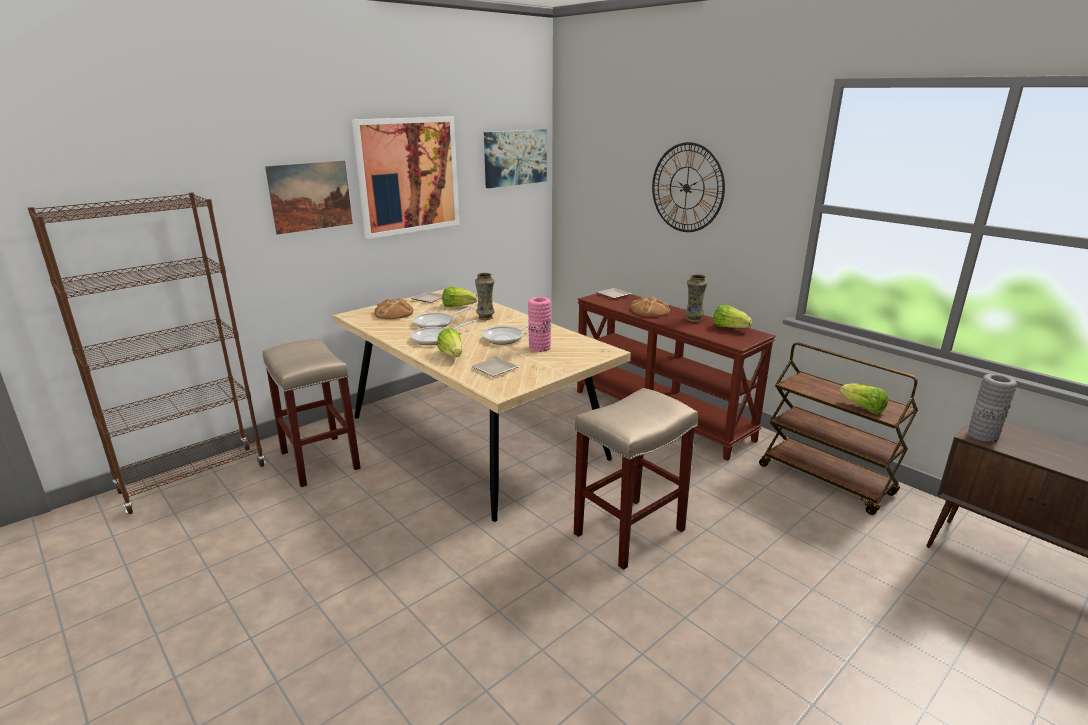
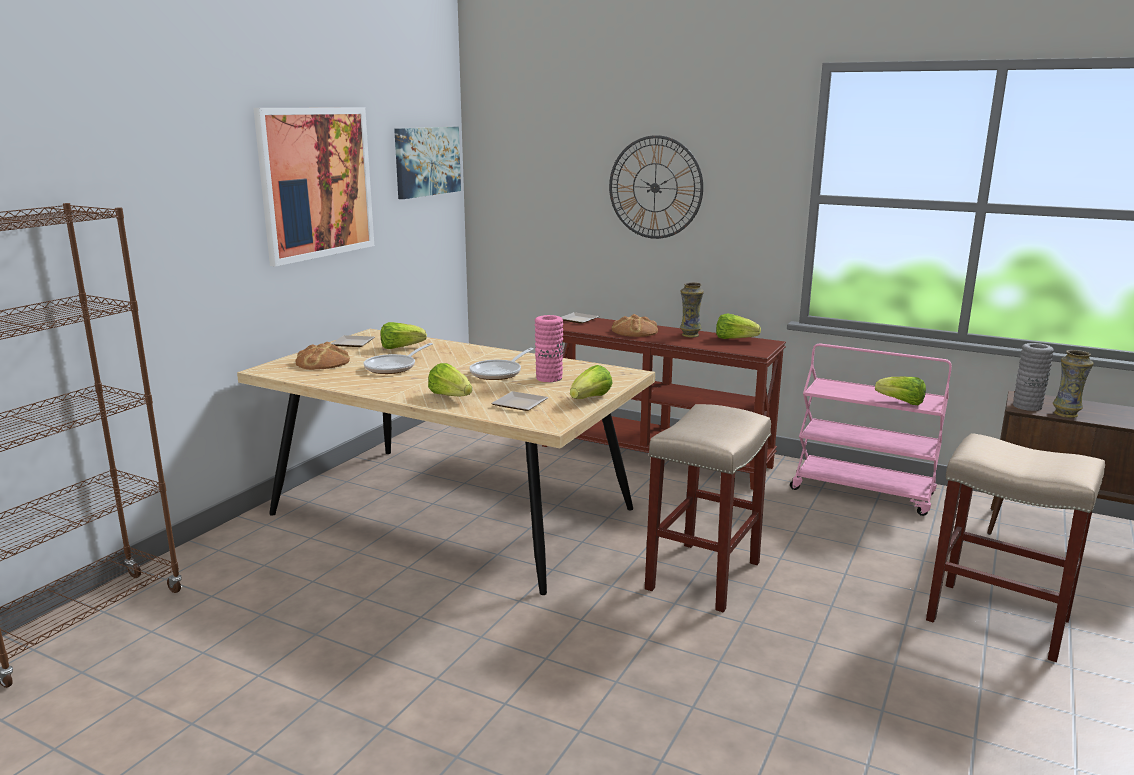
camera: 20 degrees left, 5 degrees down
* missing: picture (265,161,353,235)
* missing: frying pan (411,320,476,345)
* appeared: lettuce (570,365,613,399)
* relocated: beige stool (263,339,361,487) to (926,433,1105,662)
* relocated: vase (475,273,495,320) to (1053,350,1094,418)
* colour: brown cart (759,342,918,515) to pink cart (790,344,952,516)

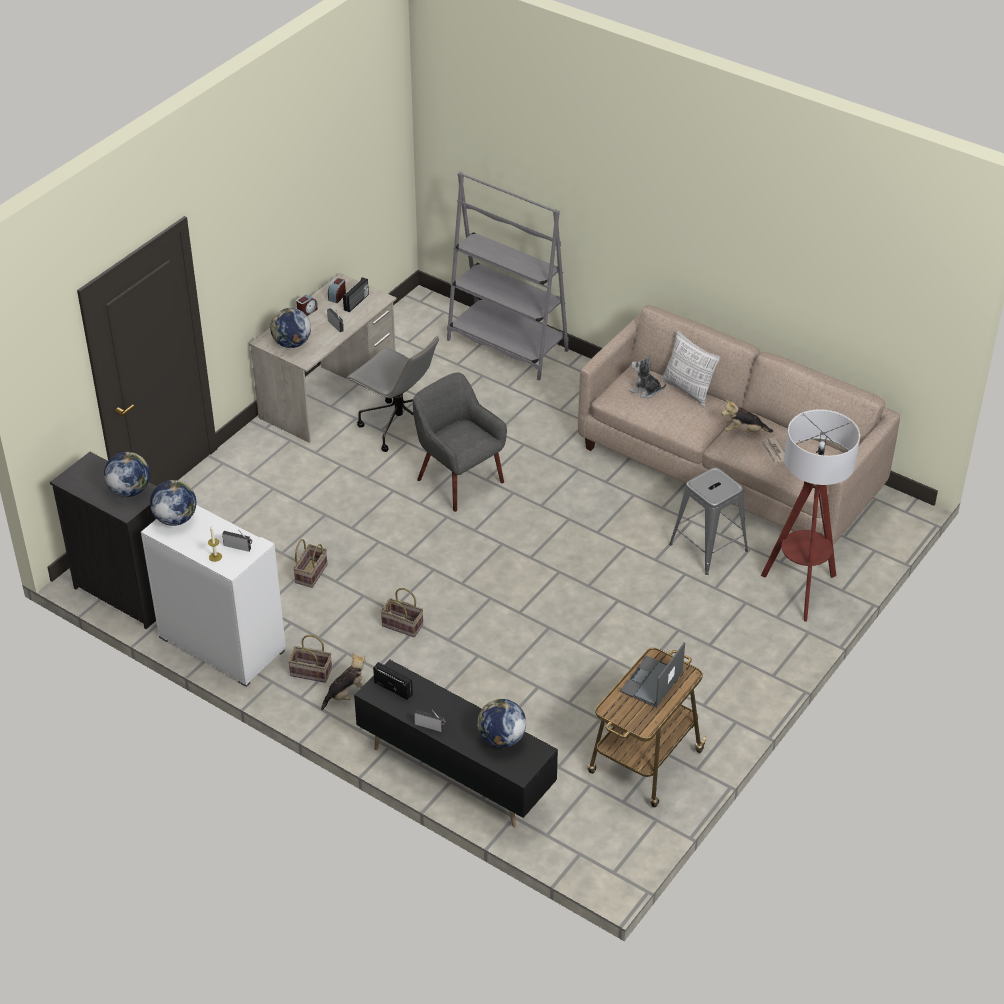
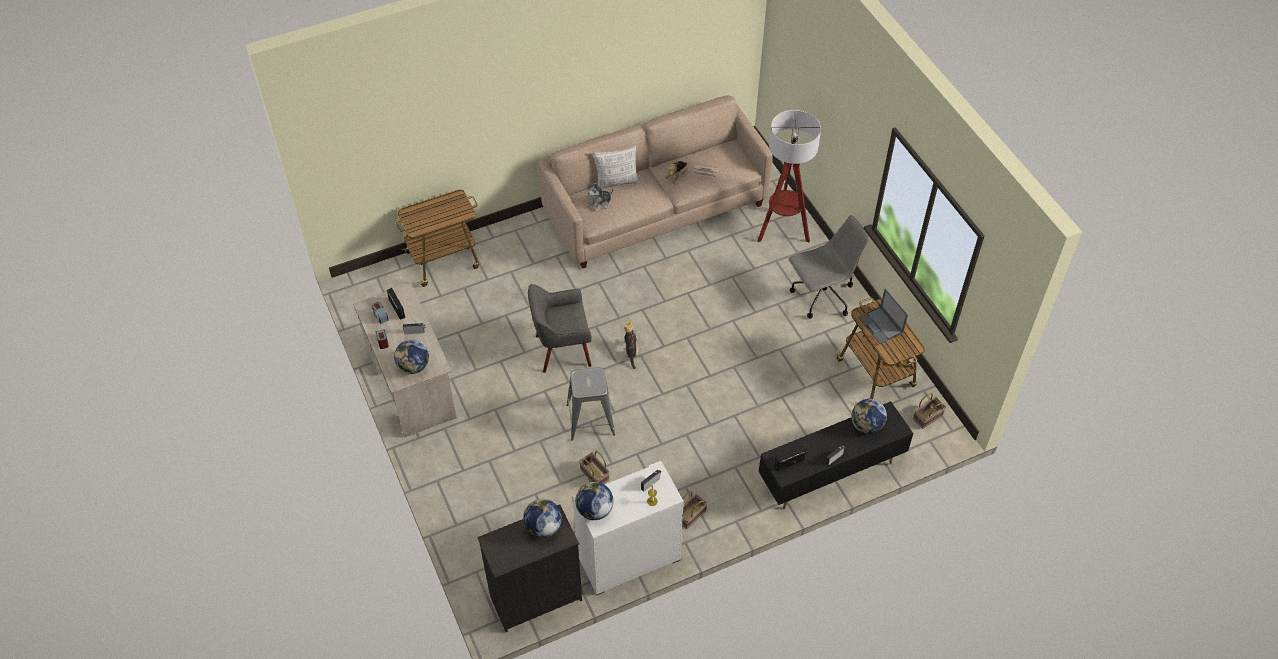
camera: 60 degrees left, 10 degrees up
* relocated: plush toy (321,653,366,710) to (624,320,642,369)
* relocated: grey office chair (346,336,439,452) to (788,215,869,319)
* relocated: basket (380,588,423,637) to (913,393,946,429)
* relocated: grey stool (669,467,748,575) to (567,367,615,441)
* exchanged: grey bookcase (447,171,569,381) to cart (395,189,479,287)

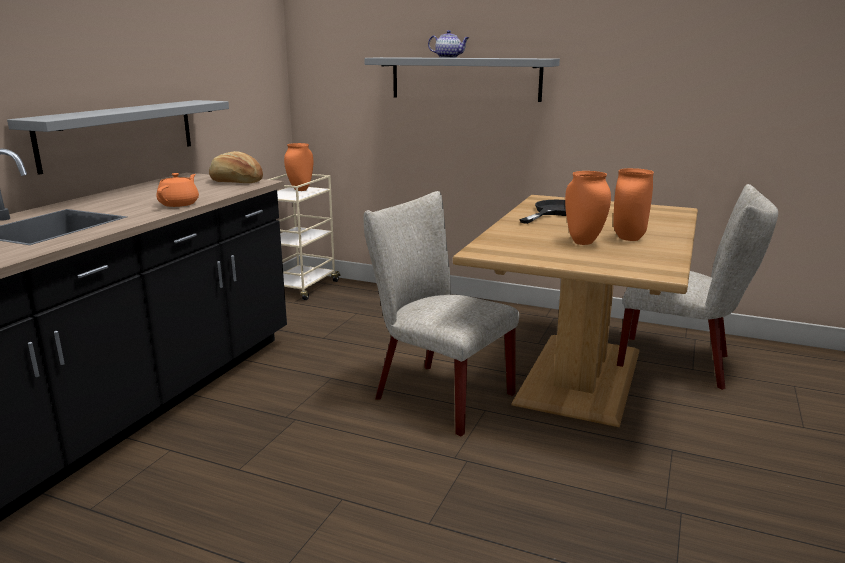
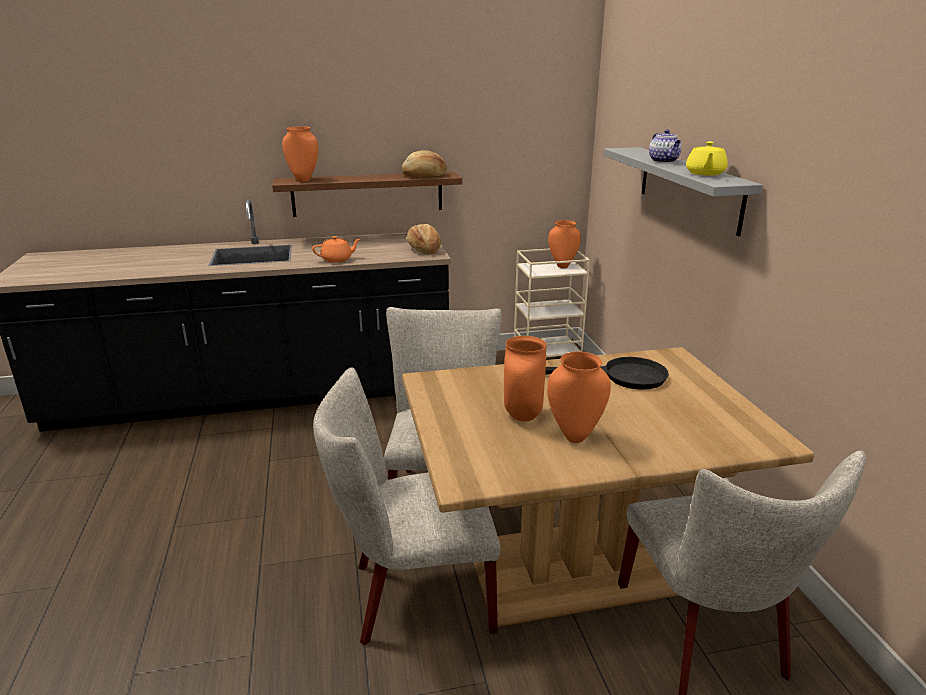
camera: 55 degrees right, 5 degrees up
* appeared: orange vase (282,126,318,182)
* appeared: beige chair (313,367,500,645)
* appeared: bread (402,150,447,177)
* appeared: yellow teapot (686,142,728,176)
* colour: grey shelf (7,100,229,175) to brown shelf (272,172,462,217)

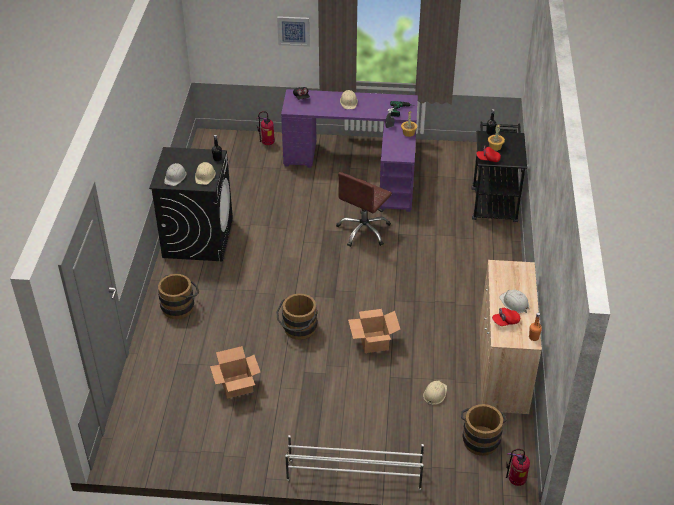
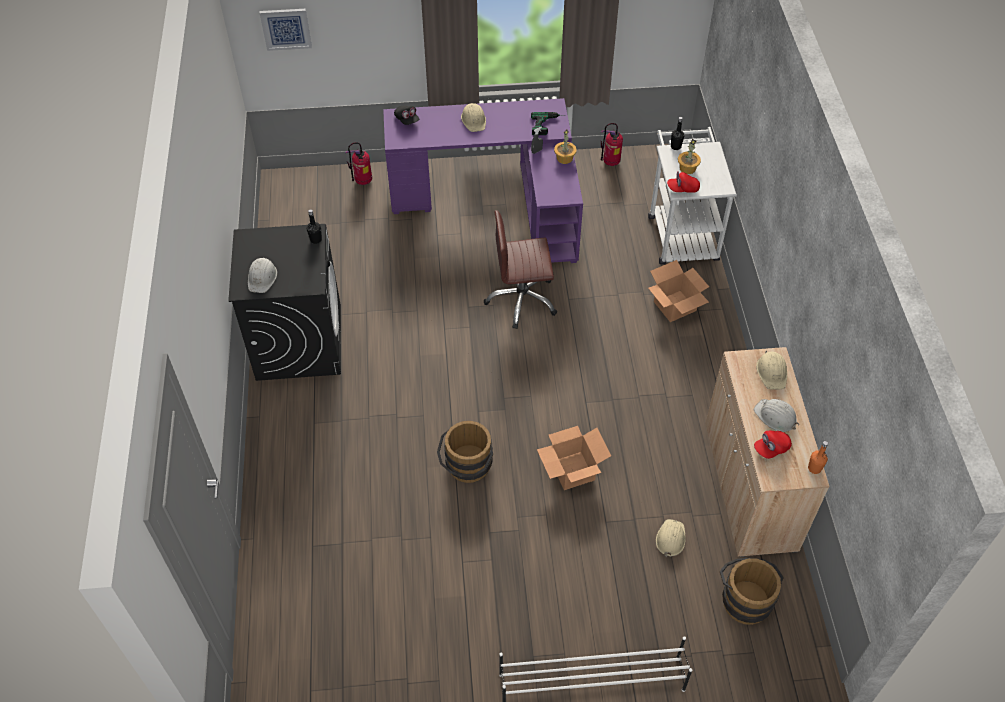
camera: 10 degrees left, 10 degrees up
* missing: brown bucket (158,274,199,319)
* relocated: beige hard hat (195,162,216,185) to (756,350,787,390)
* relocated: cardboard box (210,346,260,399) to (648,260,709,322)
* relocated: picture (277,16,310,47) to (260,9,312,51)
* relocated: fire extinguisher (506,449,530,486) to (600,123,623,166)
* colour: black cart (471,122,527,222) to white cart (648,127,737,264)
* spun: brown office chair (336,172,392,247) = (484,210,557,329) 60 degrees clockwise

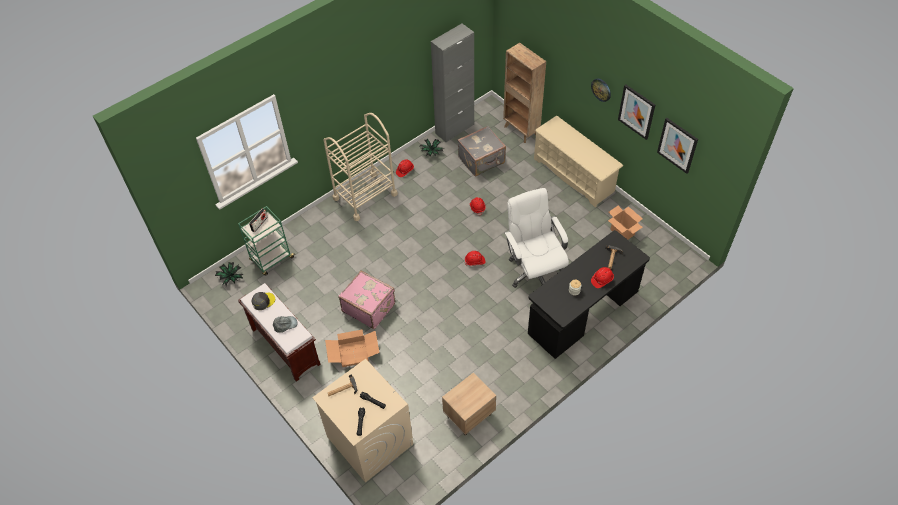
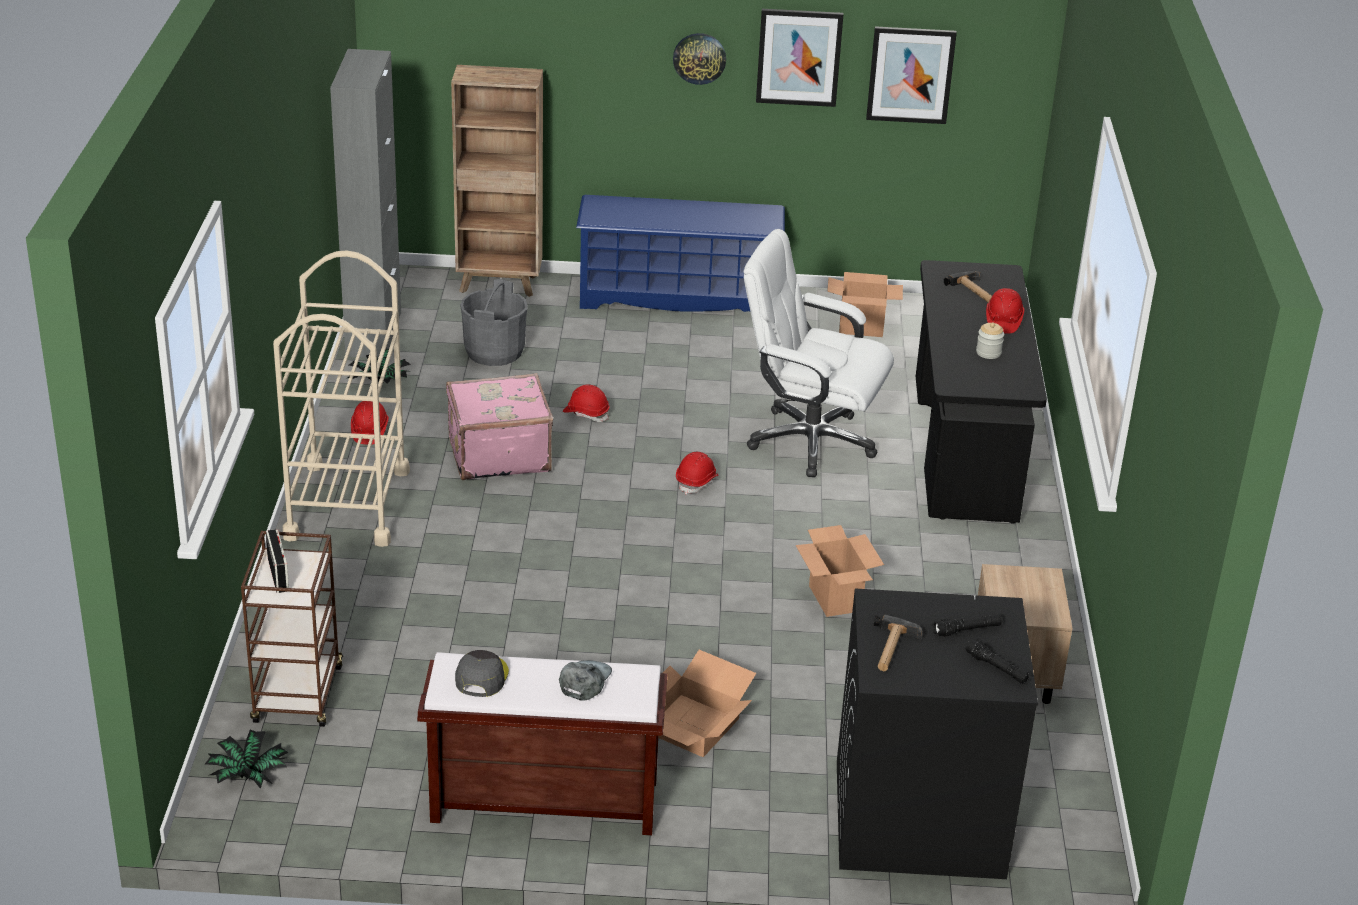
camera: 50 degrees left, 20 degrees down
* appeared: cardboard box (796,525,884,617)
* relocated: pink suitcase (338,270,395,329) to (446,373,553,480)
* exchanged: grey suitcase (457,126,506,177) to grey bucket (460,279,528,366)
* colour: green cart (238,206,294,276) to brown cart (241,531,343,727)
* colour: beige washing machine (312,359,413,483) to black washing machine (837,588,1038,879)
* colour: beige shoe rack (534,116,623,207) to blue shoe rack (576,195,785,312)

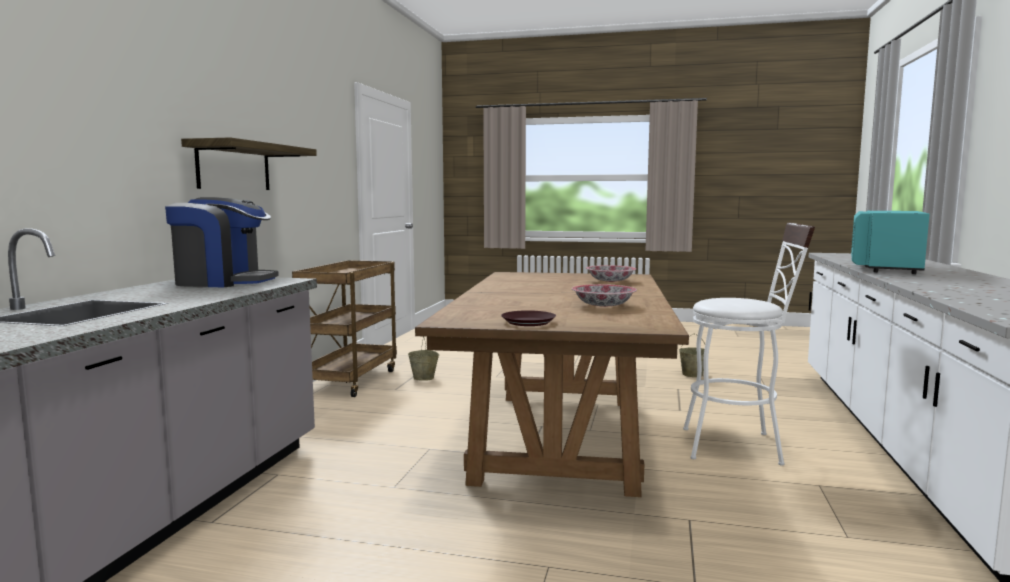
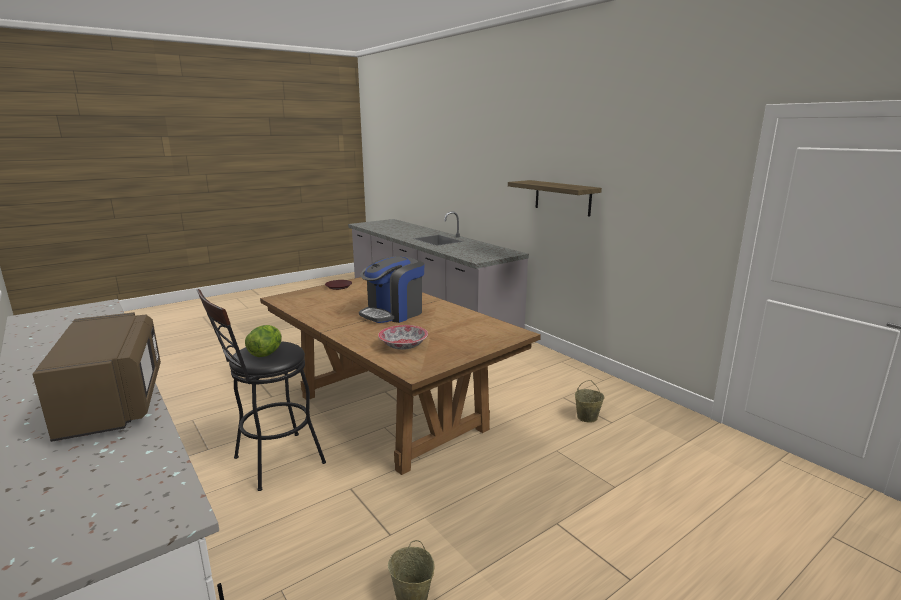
camera: 130 degrees right, 10 degrees up
* missing: brown cart (292,260,397,397)
* missing: bowl (572,284,637,307)
* appeared: lettuce (245,325,282,357)
* relocated: coffee machine (165,197,278,287) to (359,256,424,323)
* colour: white stool (683,223,815,466) to black stool (197,289,326,491)
* colour: turquoise microwave (851,211,930,274) to brown microwave (33,312,161,442)

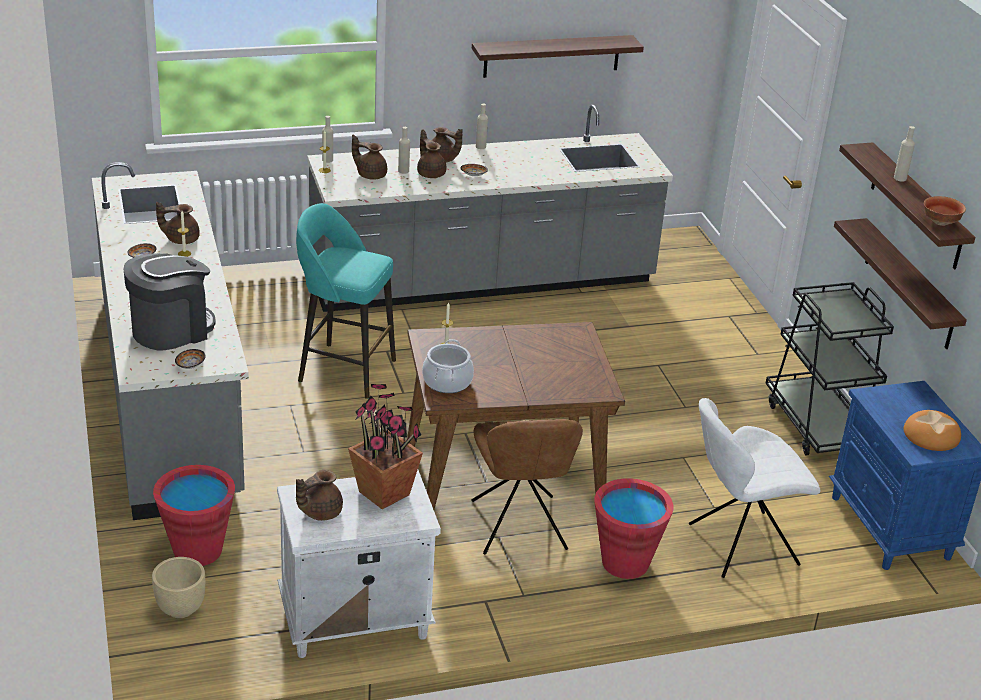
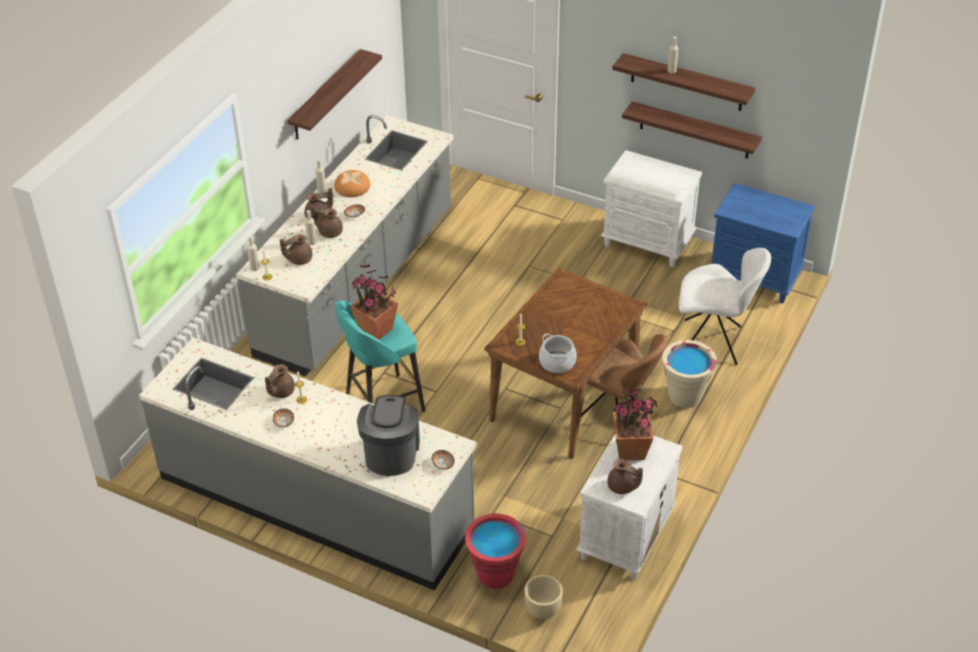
camera: 45 degrees left, 10 degrees up
* missing: bowl (924,196,966,226)
* appeared: potted plant (350,265,398,340)
* relocated: bread (904,410,961,451) to (334,170,370,197)
* exchanged: black cart (766,282,894,456) to white nightstand (601,150,702,267)
* colour: red bucket (594,478,674,579) to beige bucket (662,340,717,408)
* spun: brown teapot (296,470,343,521) = (607,459,643,494) 60 degrees counterclockwise
* spun: white chair (689,398,820,578) = (679,248,771,365) 105 degrees counterclockwise

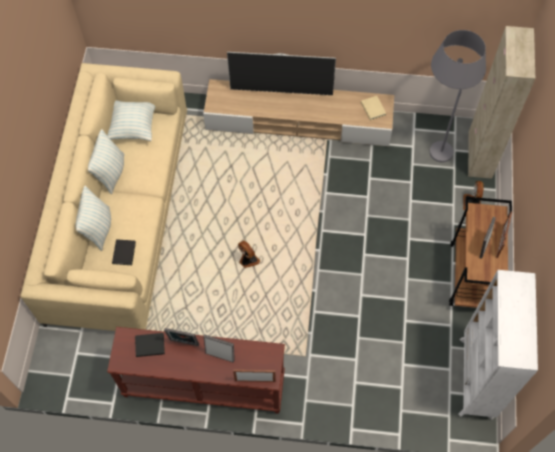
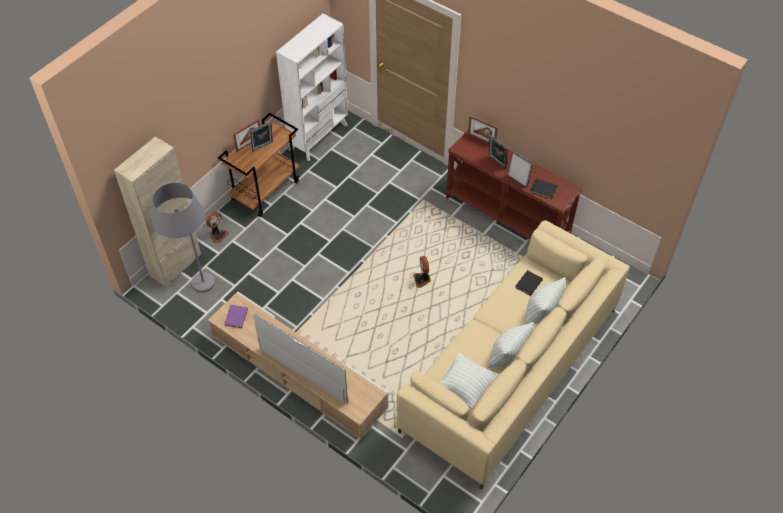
camera: 150 degrees left, 10 degrees down
* colour: beige book (361,96,386,120) to purple book (224,305,248,328)

